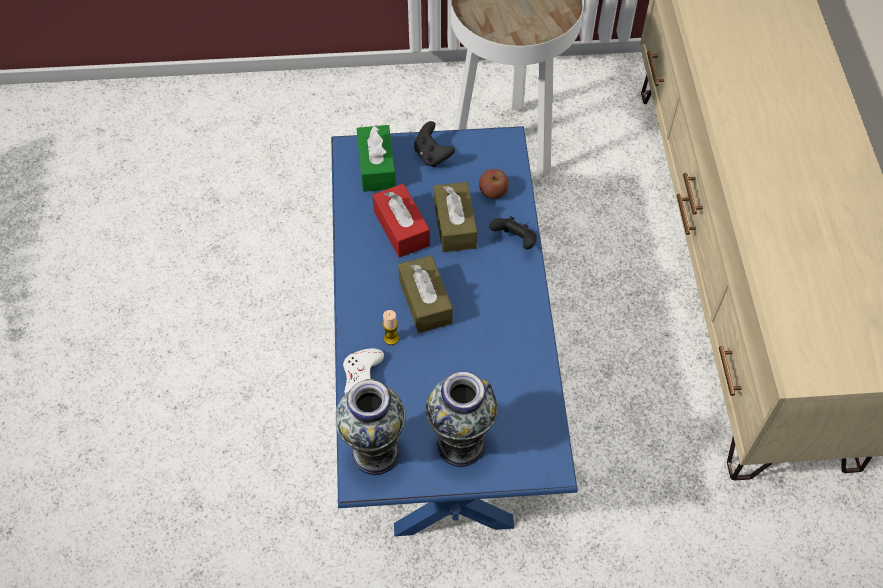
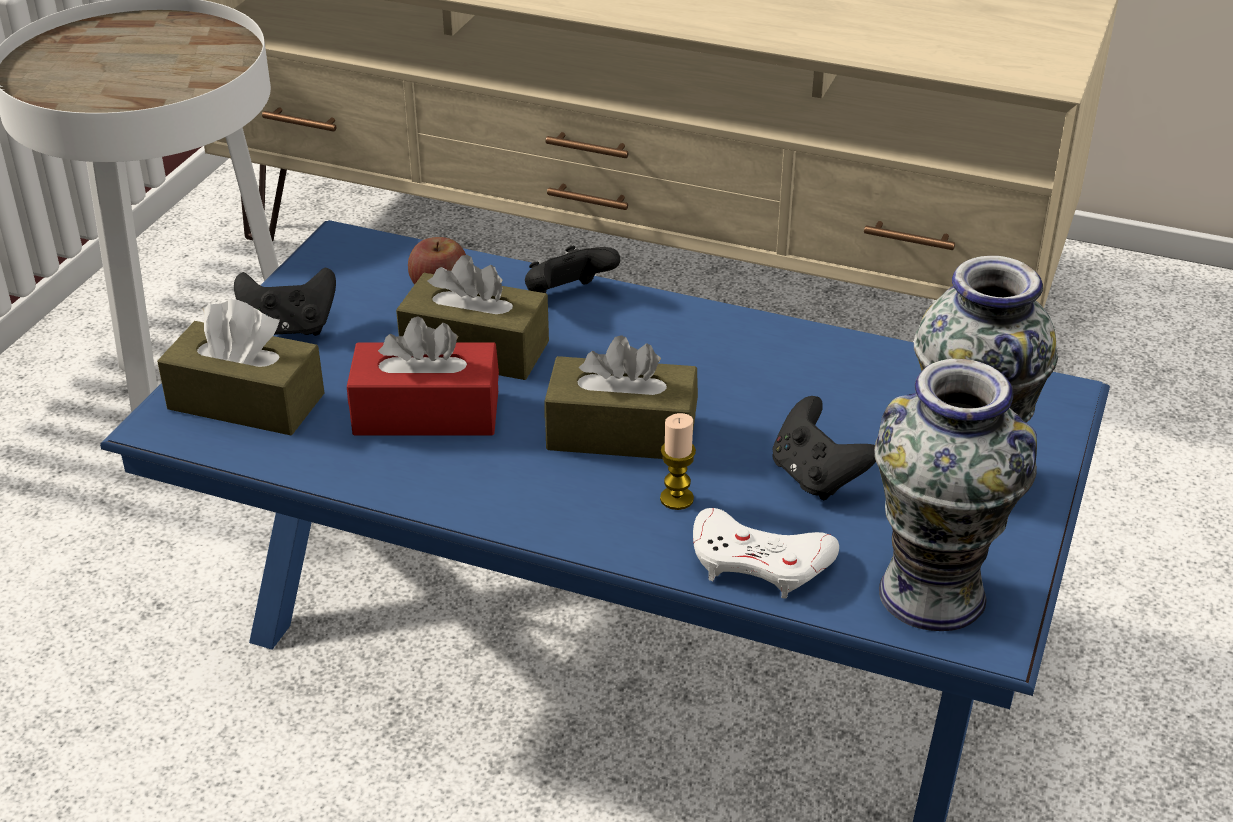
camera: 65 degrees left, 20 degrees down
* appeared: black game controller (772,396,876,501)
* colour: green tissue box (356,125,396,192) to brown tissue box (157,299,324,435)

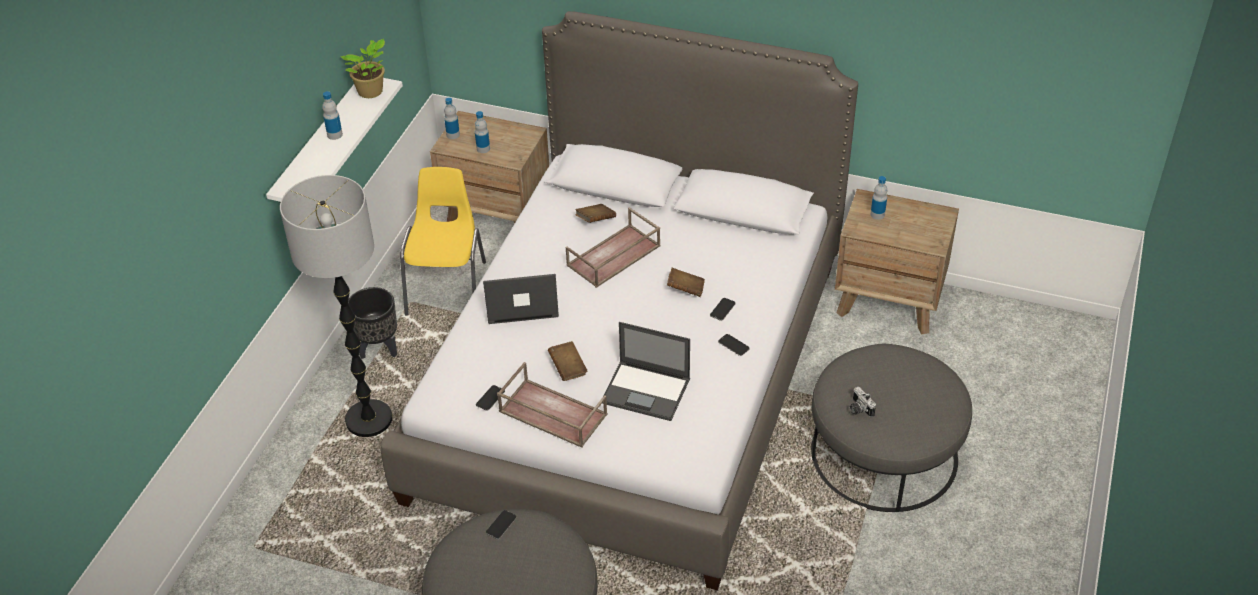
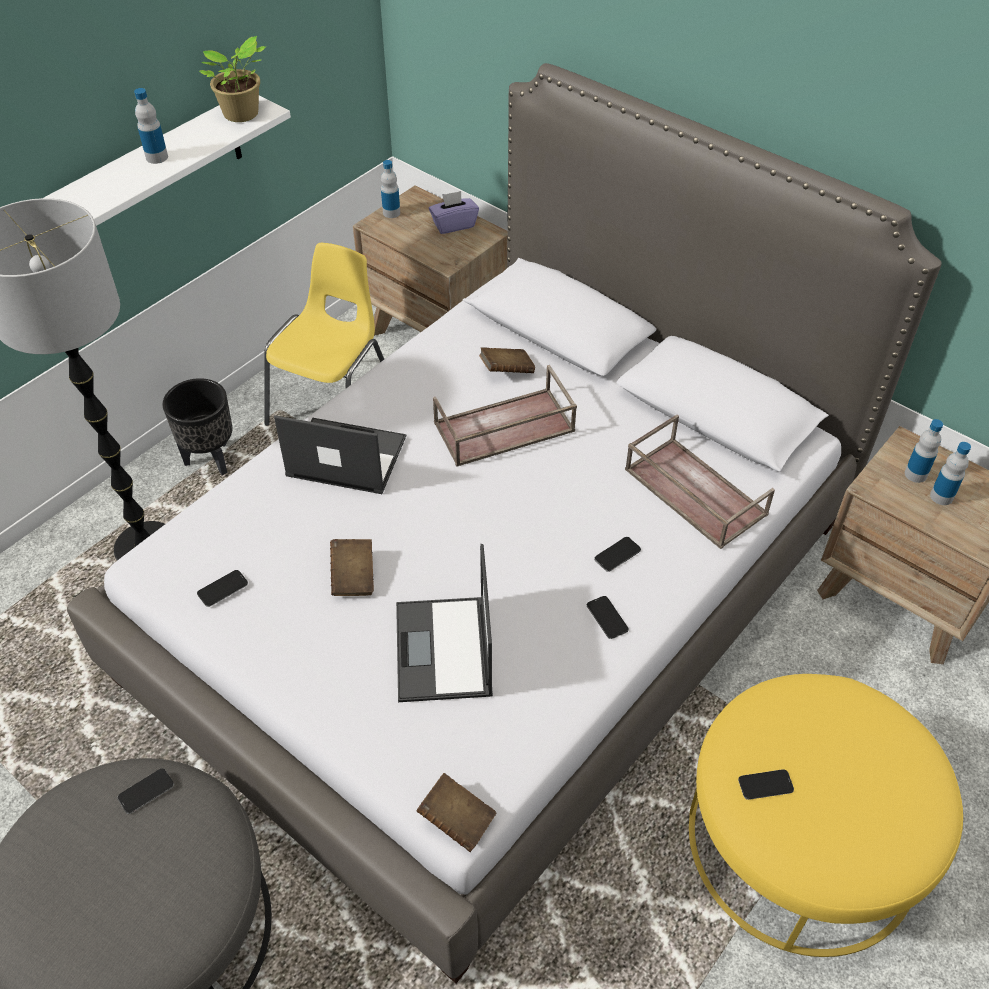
camera: 20 degrees right, 5 degrees up
* appeared: purple tissue box (429,191,479,234)
* relocated: bottle (475,111,490,153) to (930,442,971,505)
* relocated: brown tray (497,362,608,448) to (625,415,775,549)
* relocated: brown book (667,268,705,297) to (416,773,496,852)
* exchanged: photo camera (849,386,876,417) to phone (738,769,794,800)
* colour: grey ottoman (811,343,972,512) to yellow ottoman (689,674,963,957)
* spun: laptop (602,322,690,421) = (396,544,493,702) 45 degrees clockwise

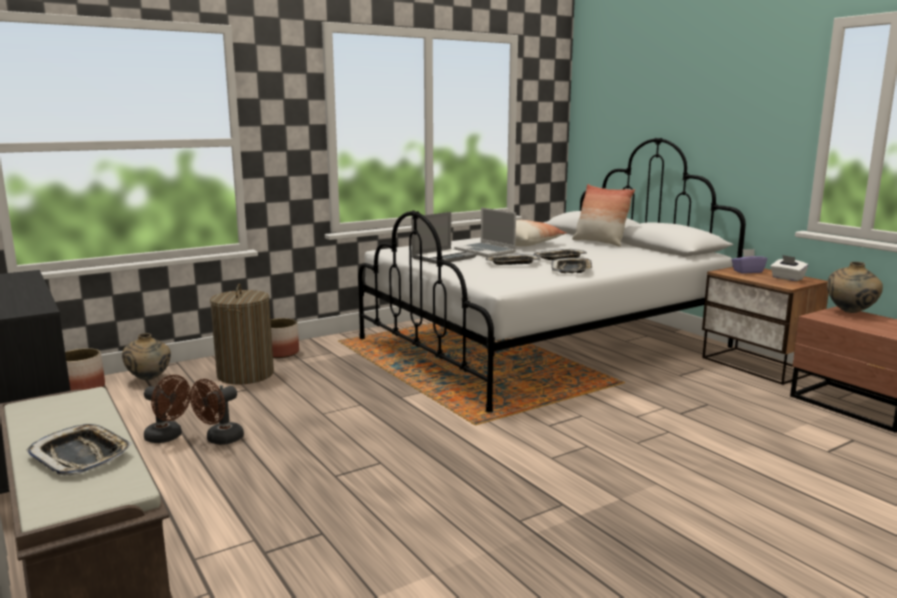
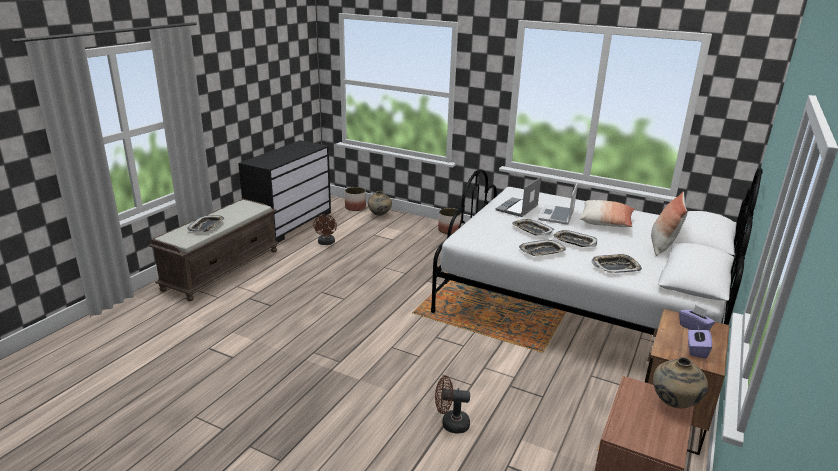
camera: 60 degrees right, 10 degrees up
* missing: laundry basket (210,284,274,385)
* appeared: tray (592,254,642,273)
* relocated: brown fan (190,379,244,445) to (435,376,470,434)
* colour: white tissue box (770,255,808,281) to purple tissue box (688,330,712,359)
* spun: laptop (412,212,476,264) = (496,177,541,217) 105 degrees clockwise

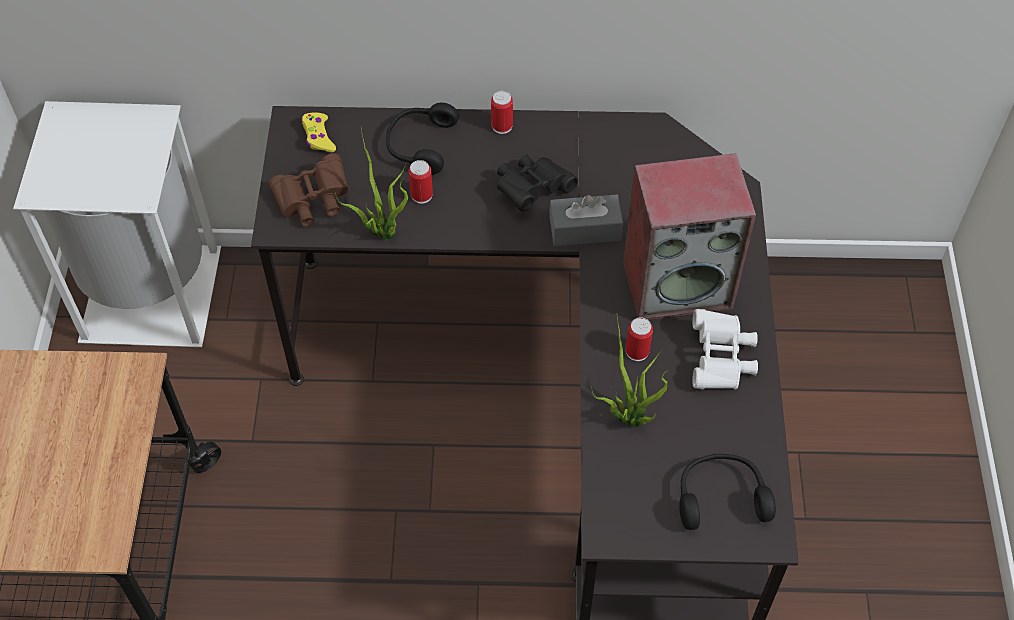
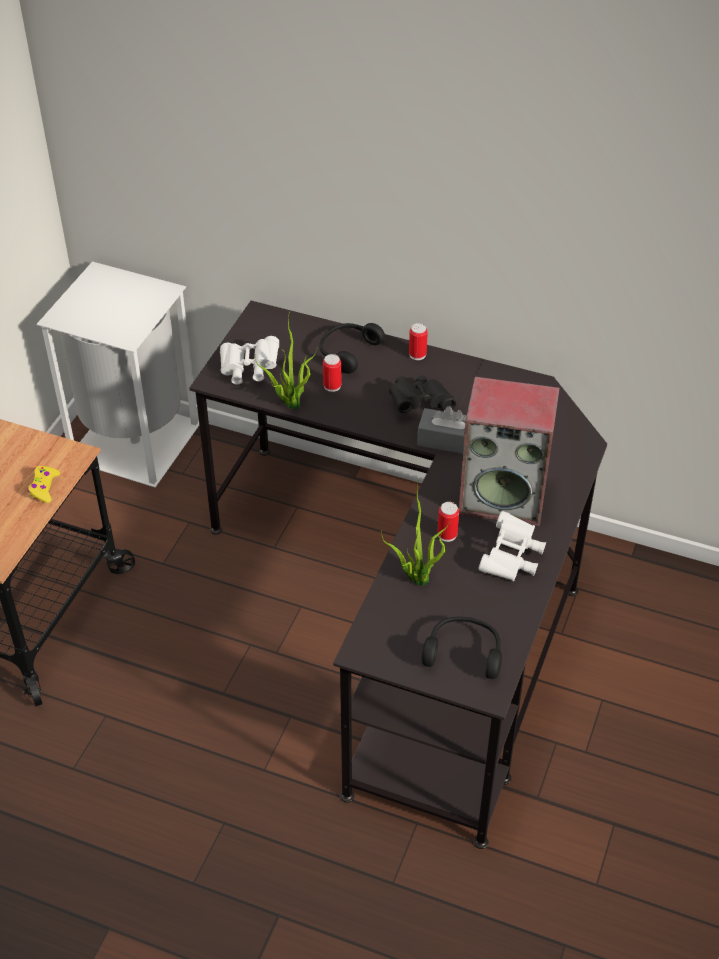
camera: 20 degrees right, 10 degrees down
* relocated: yellow game controller (302,113,336,152) to (27,466,60,503)
* colour: brown binoculars (269,153,349,226) to white binoculars (220,336,279,385)

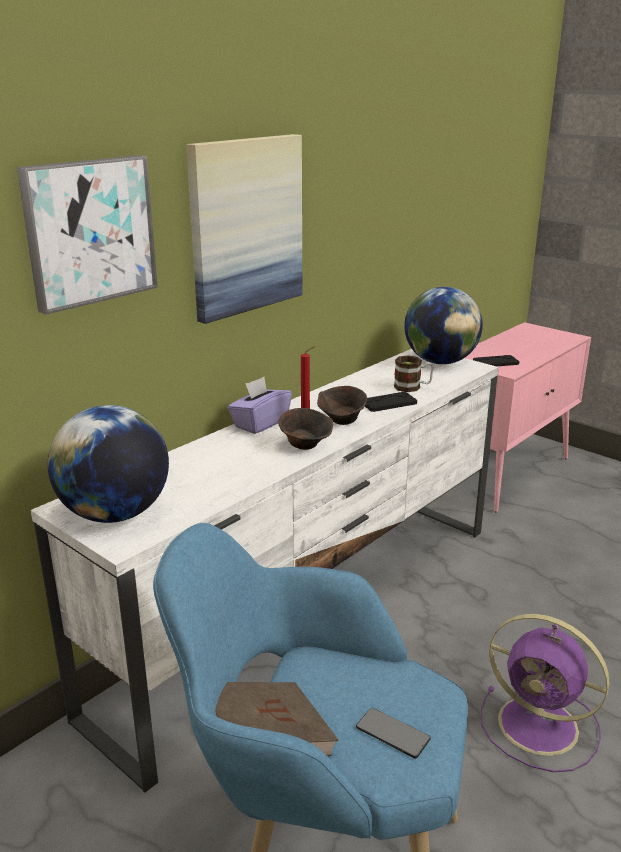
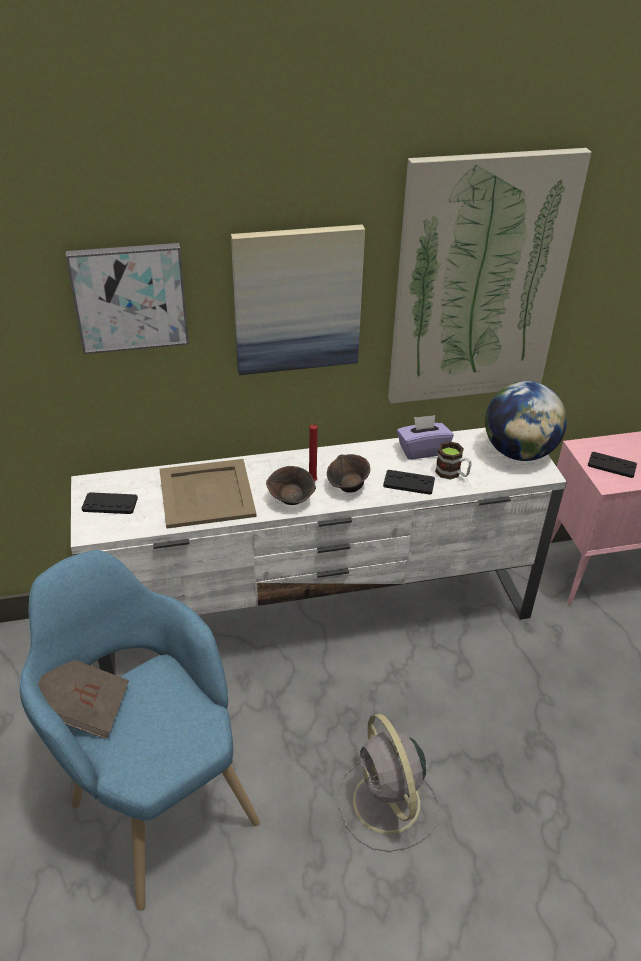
camera: 35 degrees right, 15 degrees up
* missing: phone (356,708,431,759)
* appeared: beige tray (160,459,257,529)
* appeared: picture (388,148,591,404)
* relocated: purple tissue box (228,377,292,434) to (397,415,453,460)
* exchanged: globe (48,405,169,523) to black game controller (82,492,138,514)
* colour: purple fan (481,614,610,772) to grey fan (338,714,440,852)

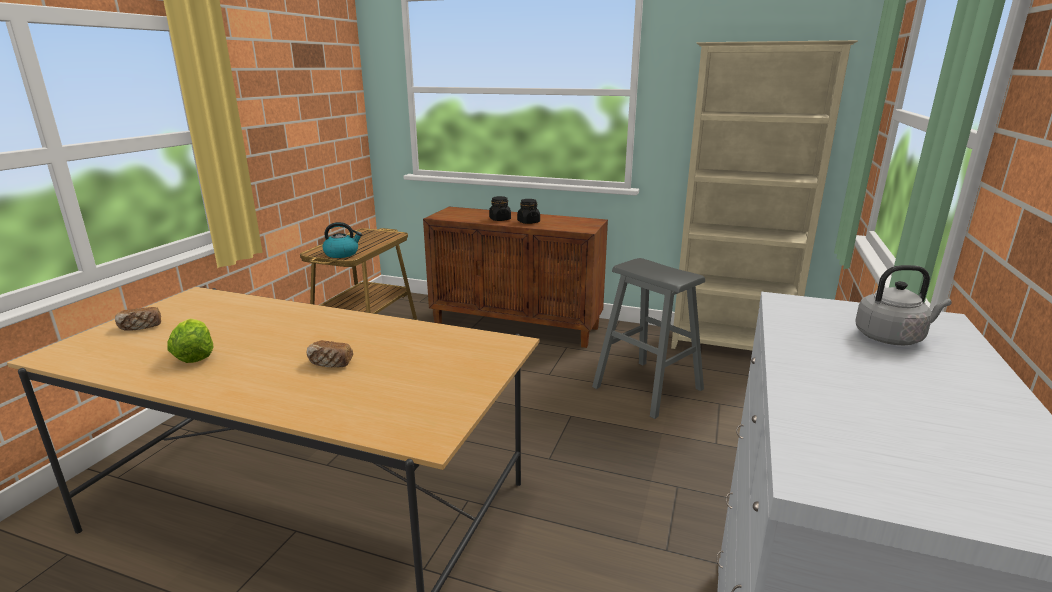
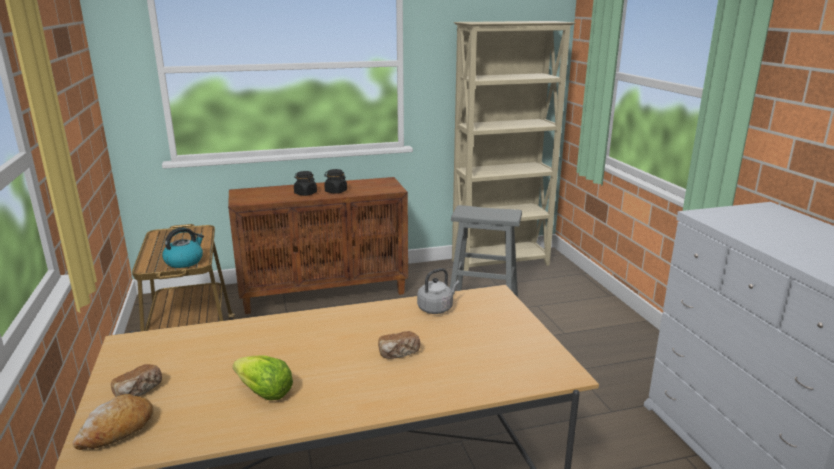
camera: 35 degrees left, 0 degrees up
* appeared: bread (73,394,154,450)
* relocated: grey kettle (855,265,952,346) to (417,268,460,314)

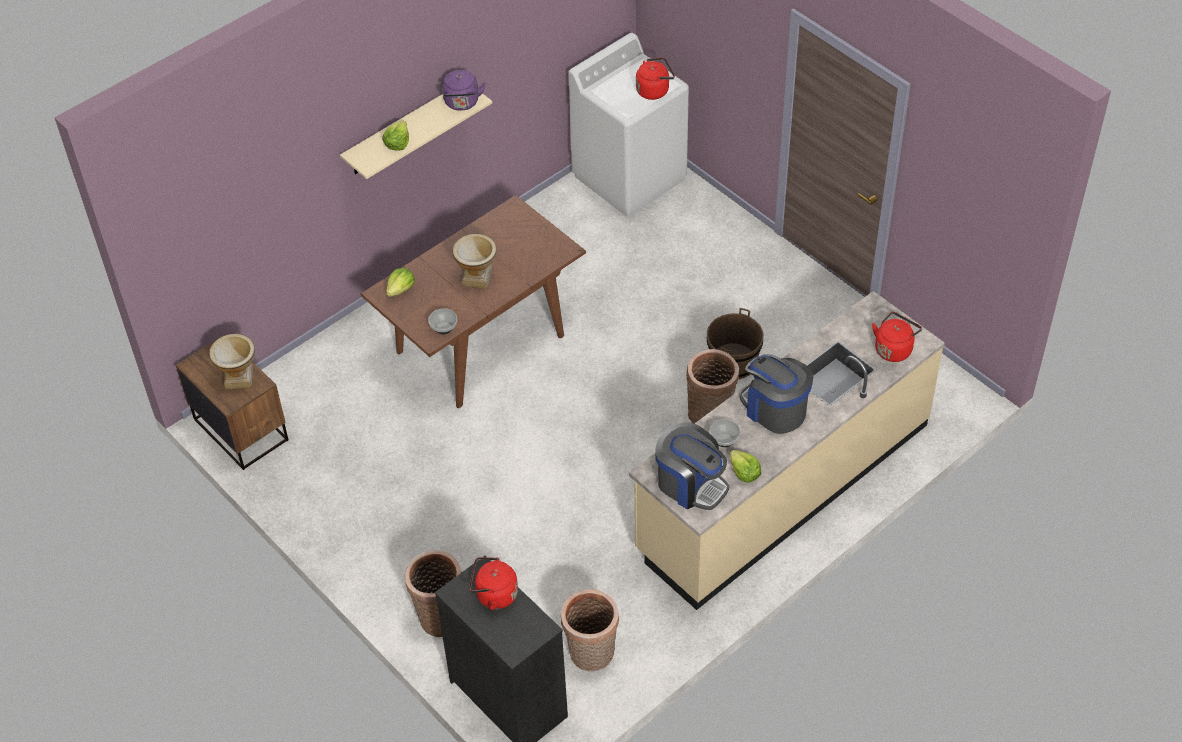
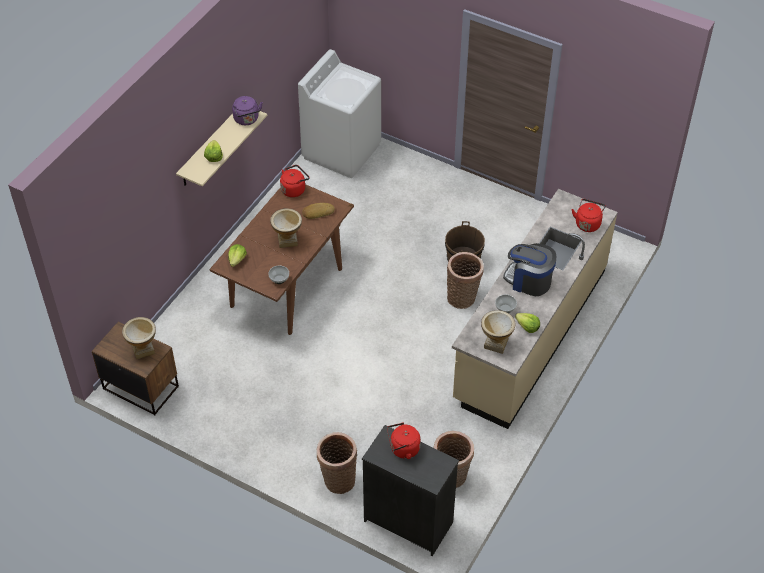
camera: 20 degrees left, 0 degrees up
* appeared: bread (302,203,335,219)
* relocated: red kettle (636,57,675,100) to (280,165,310,197)
* exchanged: coffee machine (655,422,729,510) to vase (481,310,515,354)

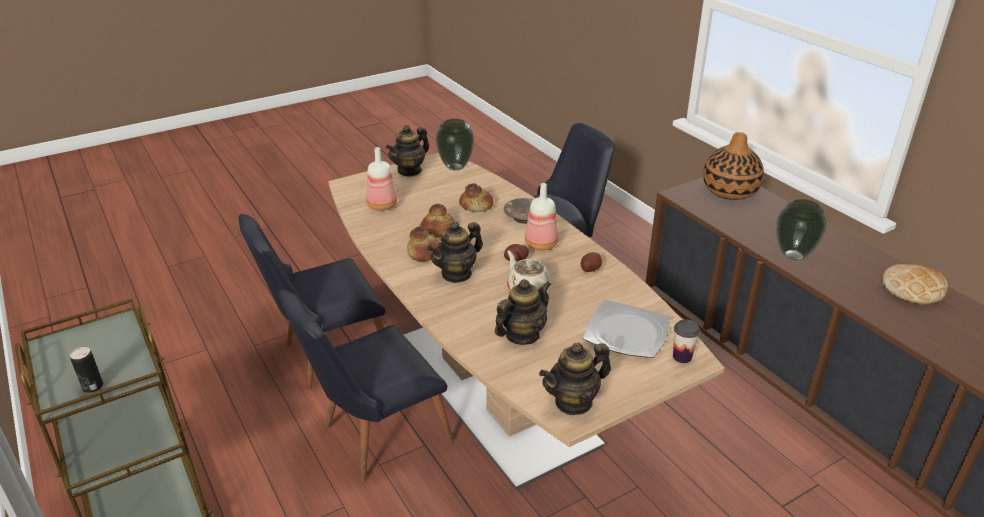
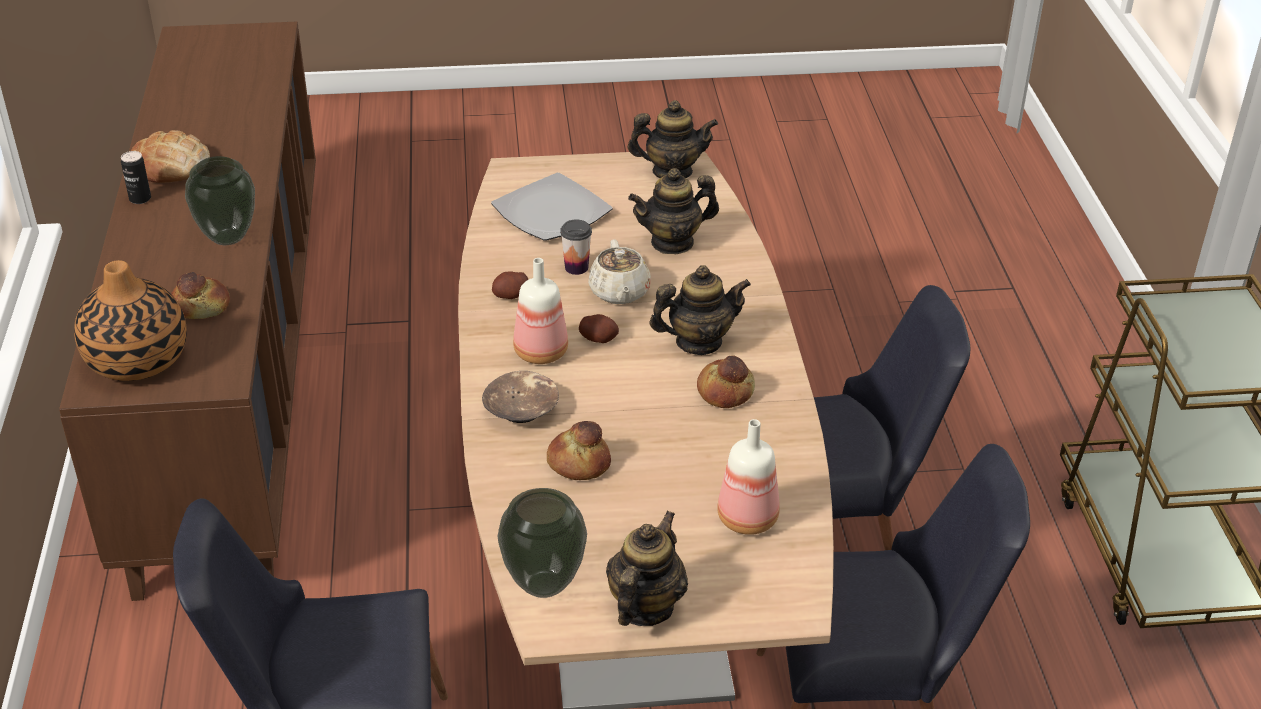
camera: 155 degrees left, 5 degrees up
* relocated: can (70,347,103,393) to (121,151,151,204)
* relocated: bread (420,204,454,238) to (171,272,230,319)
* relocated: cup (673,320,700,363) to (560,219,592,275)
* spun: teapot (386,125,429,177) = (606,511,688,626) 45 degrees counterclockwise

